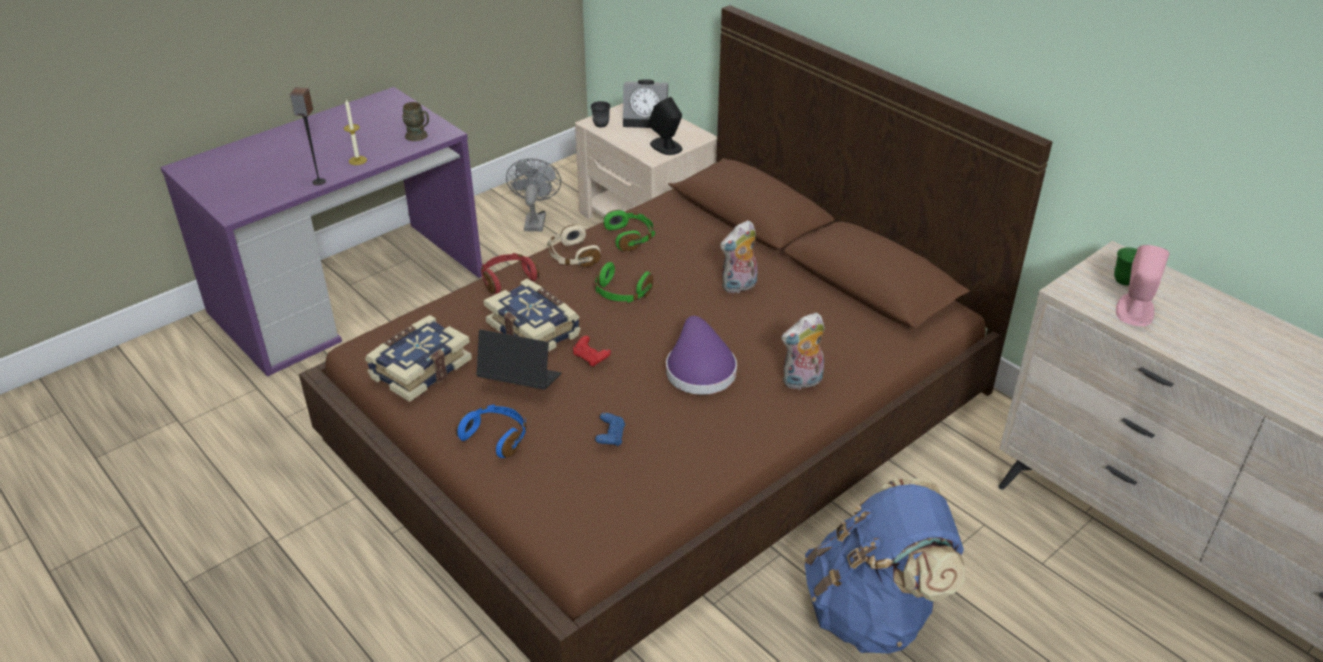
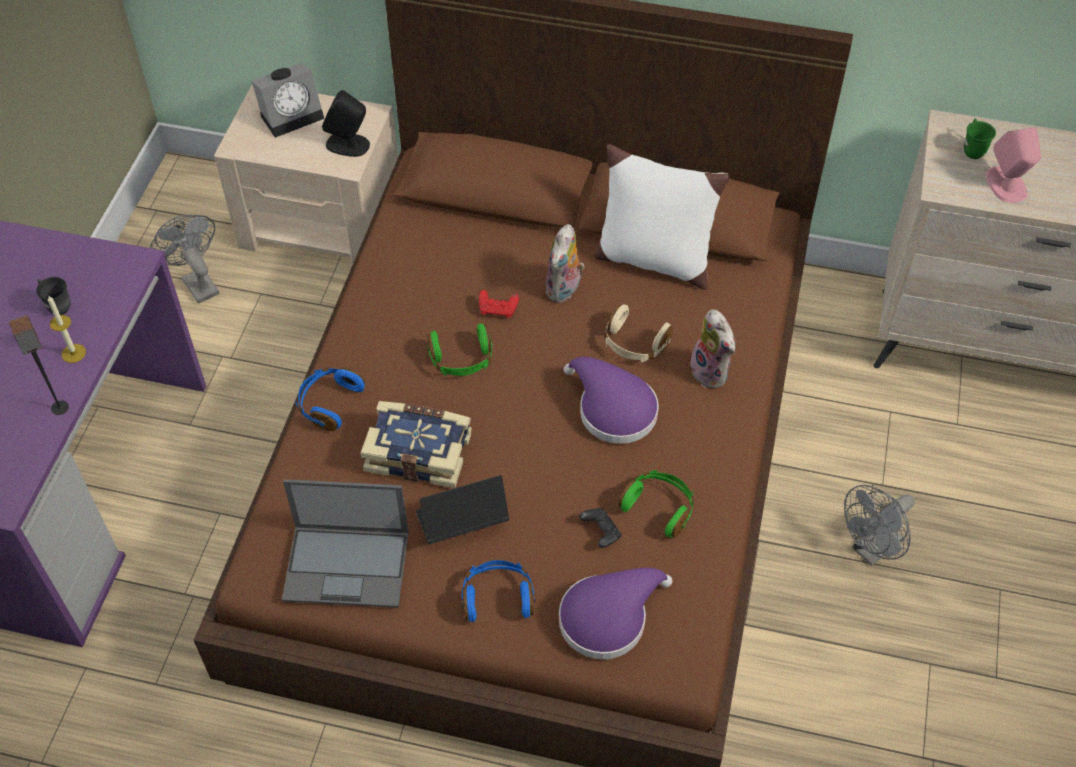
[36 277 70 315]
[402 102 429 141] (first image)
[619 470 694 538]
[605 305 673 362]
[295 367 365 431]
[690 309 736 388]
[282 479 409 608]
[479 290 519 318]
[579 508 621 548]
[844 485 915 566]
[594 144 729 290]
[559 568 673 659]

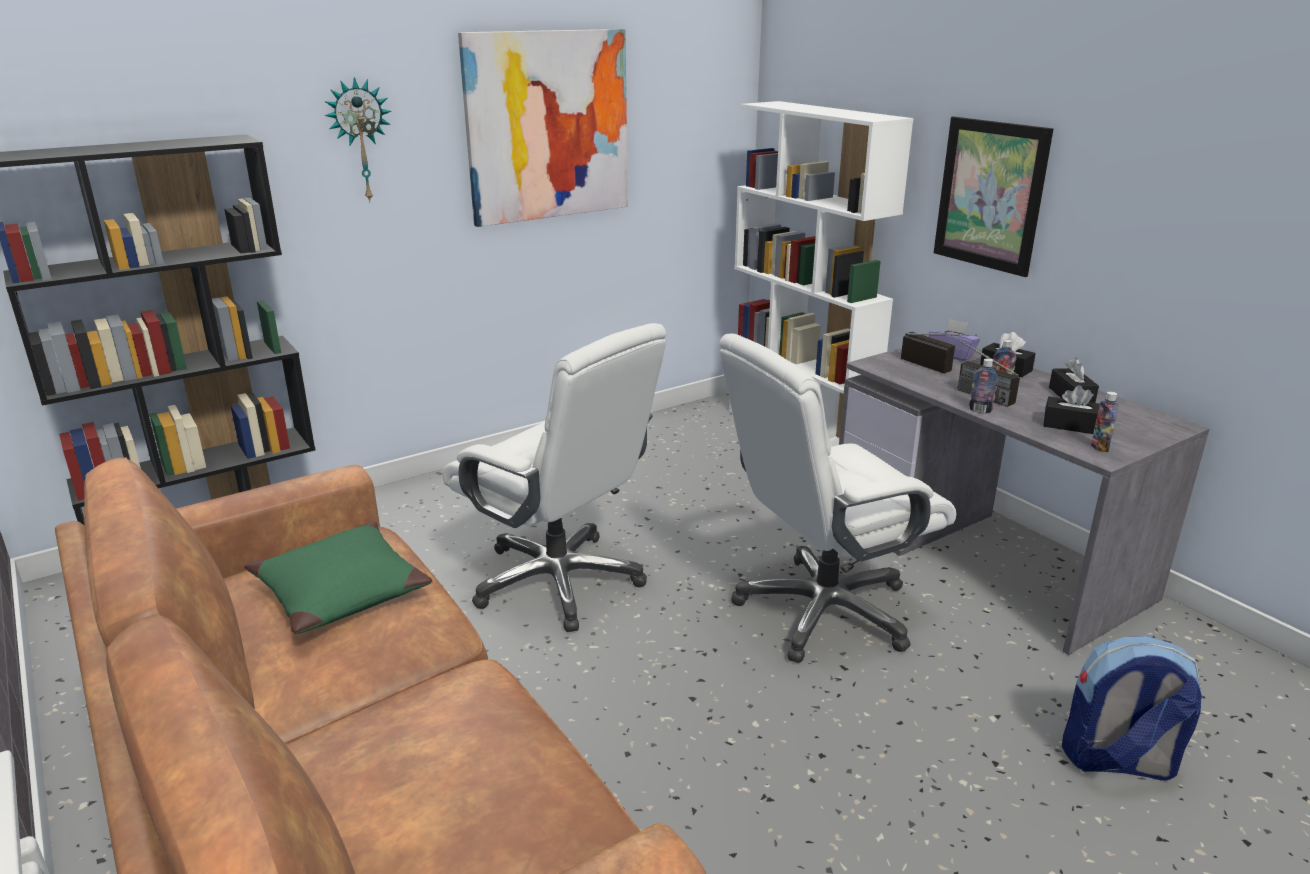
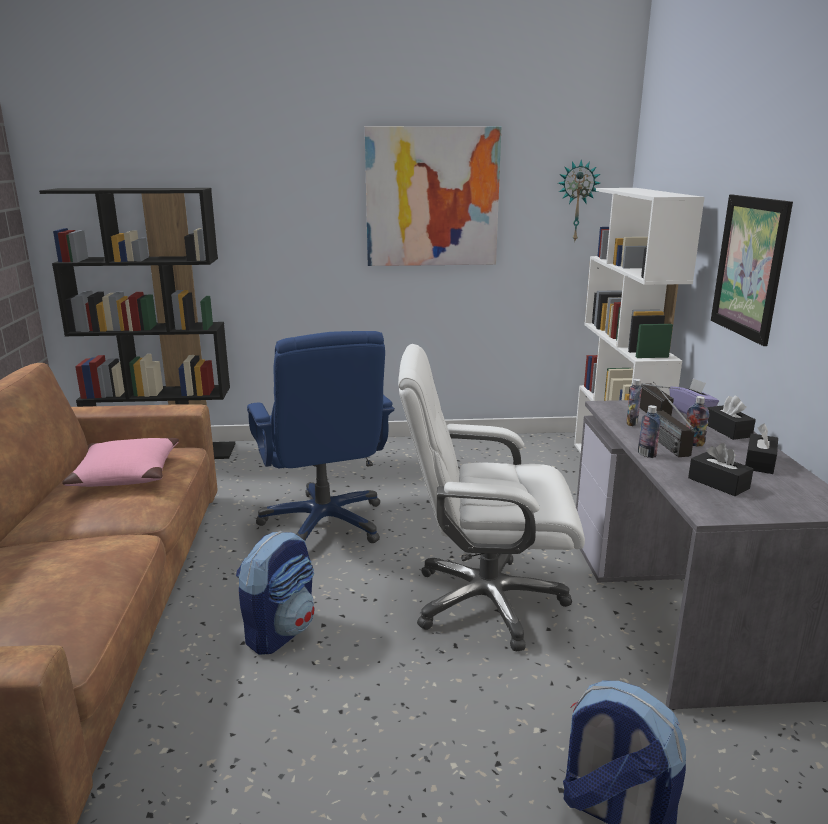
[558 159 600 243]
[247 331 395 543]
[626 379 642 426]
[62 438 179 487]
[236 531 314 655]

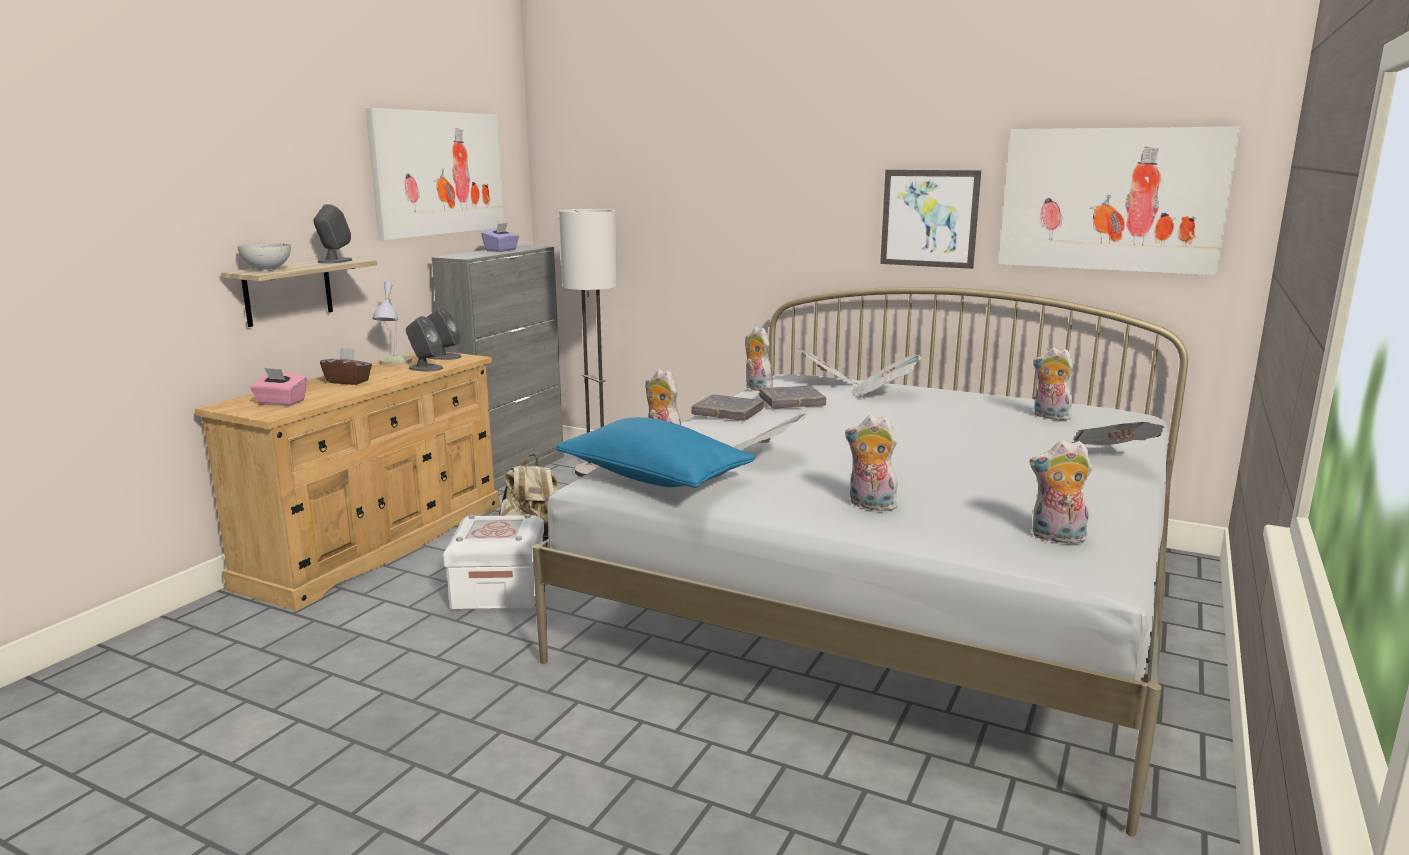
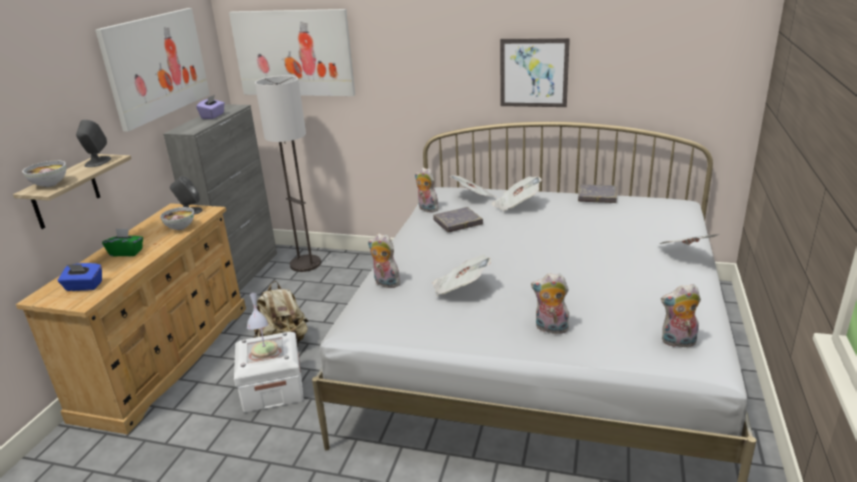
[229 9 355 96]
[247 293 278 358]
[160 207 194 230]
[102 229 143 256]
[1033 348 1074 421] (first image)
[58 263 102 291]
[578 184 617 203]
[556 417 756 488] (first image)

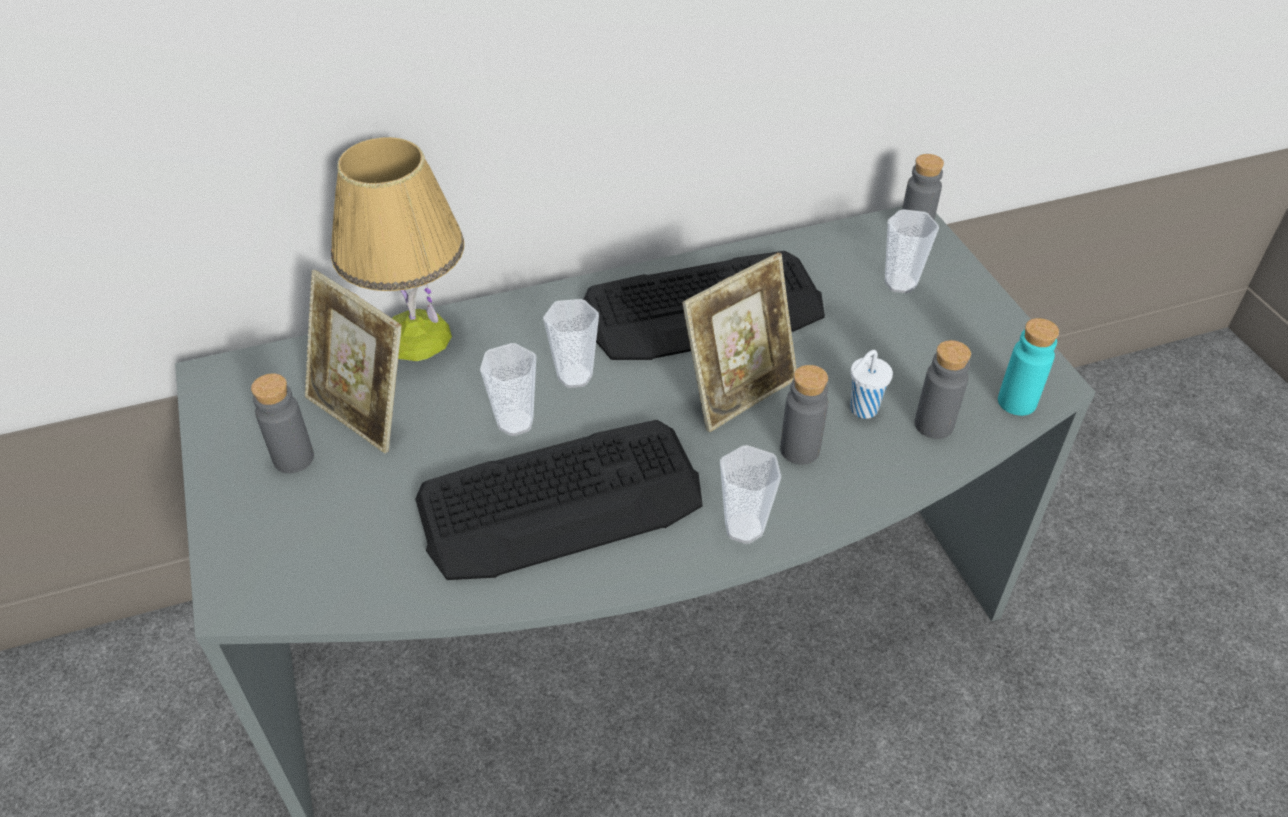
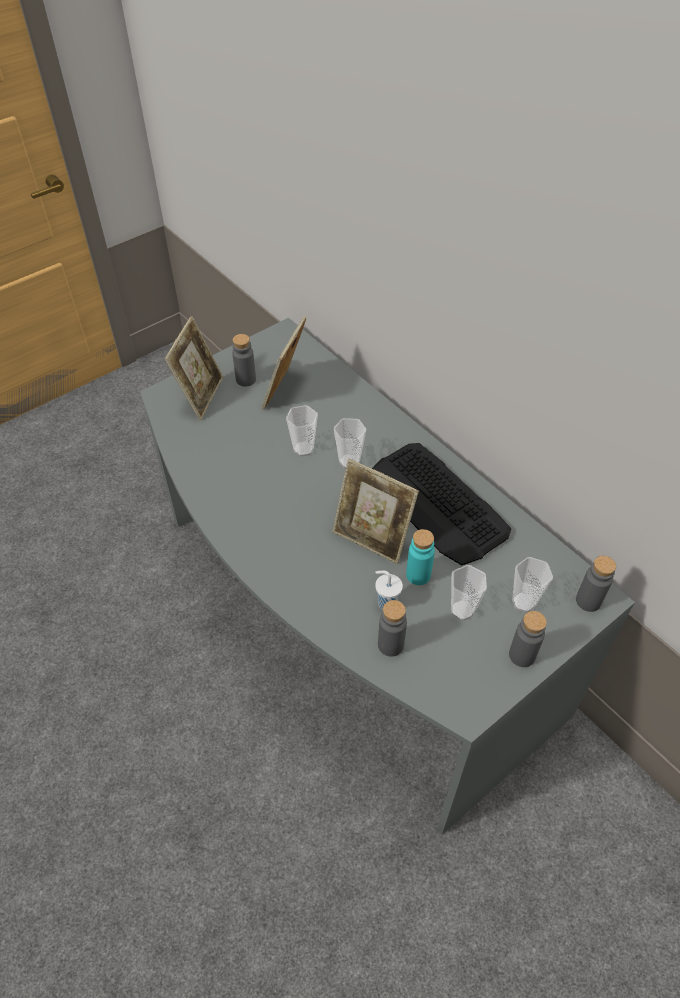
[331 137 464 361] (first image)
[406 529 435 585]
[509 611 547 667]
[415 420 703 580] (first image)
[451 565 487 621]
[164 316 223 420]

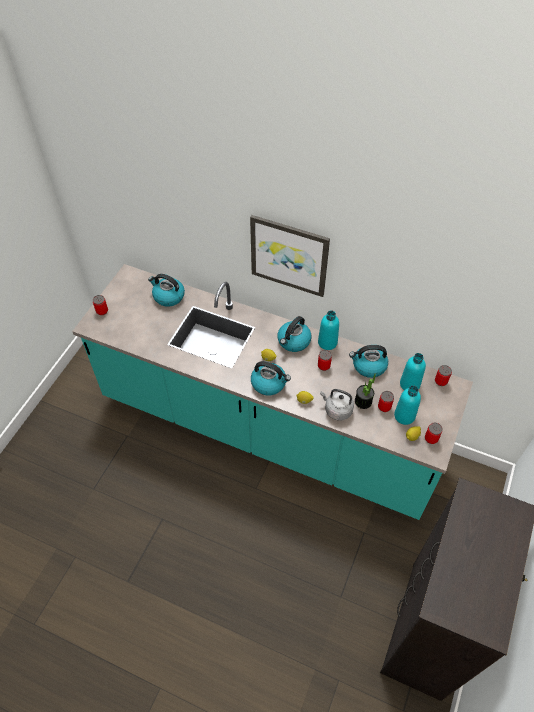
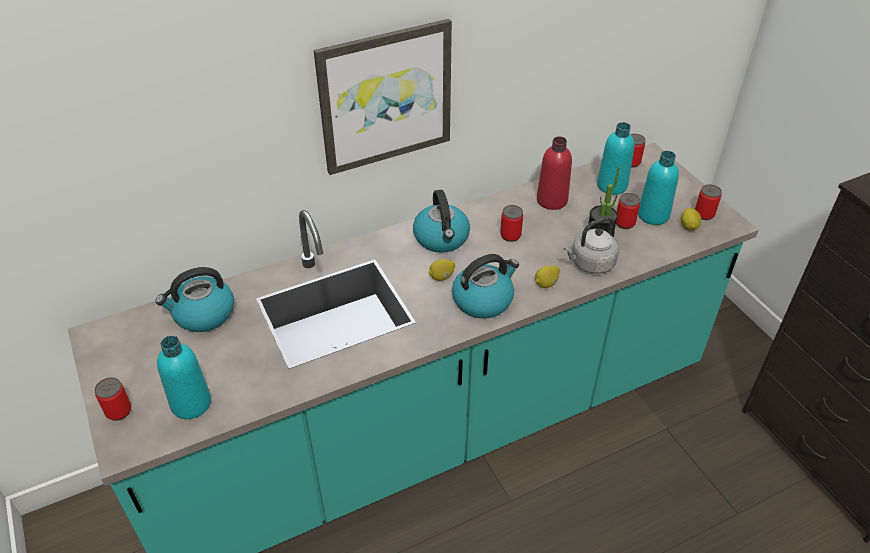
[157 336 211 419]
[537 136 572 210]

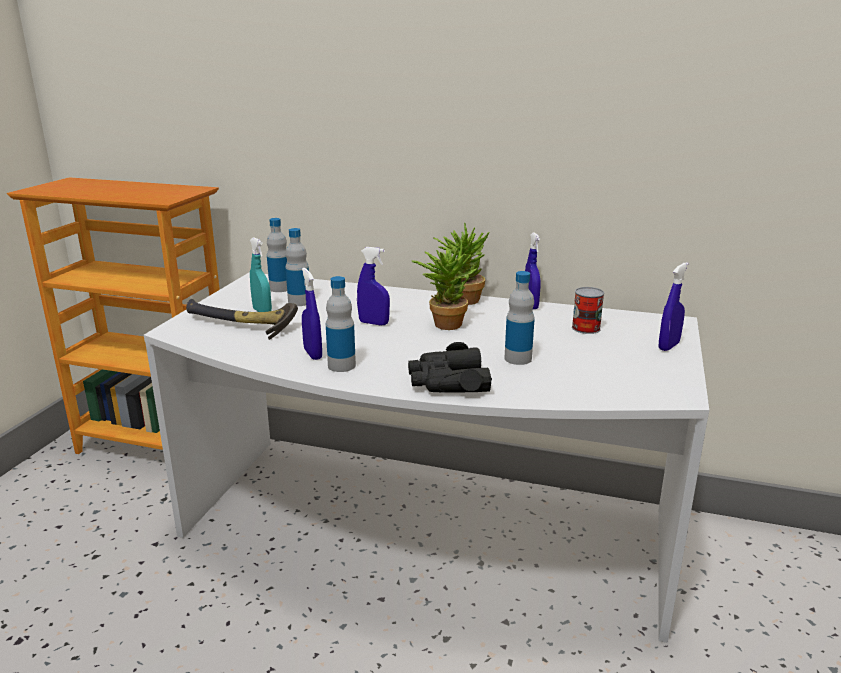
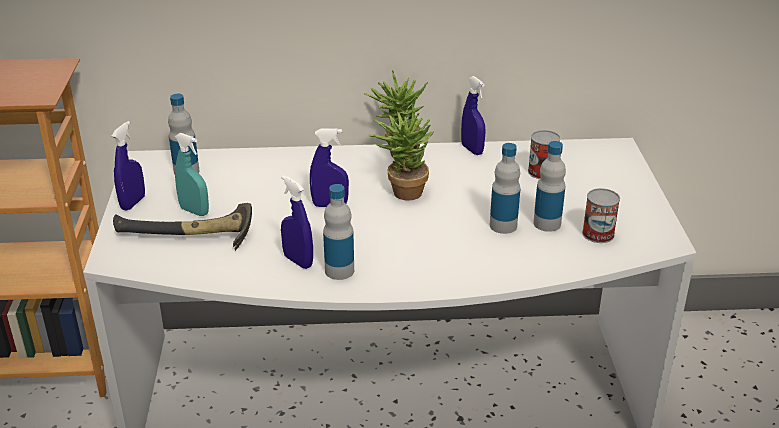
[533 141 566 232]
[112 121 145 211]
[408 342 492 393] (first image)
[582 188 620 243]

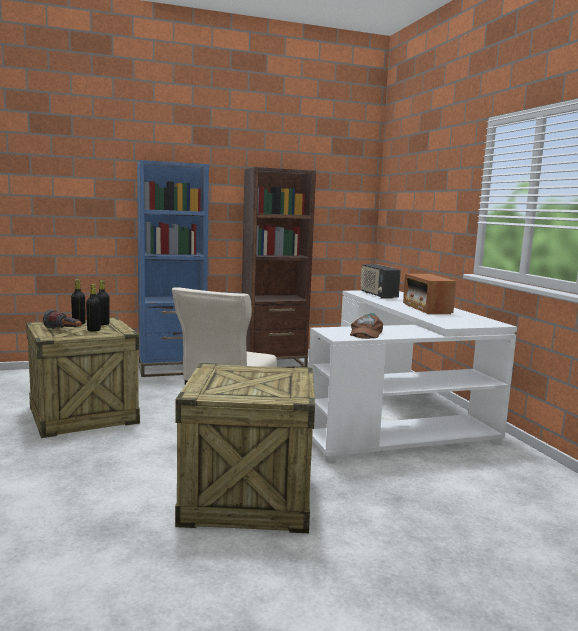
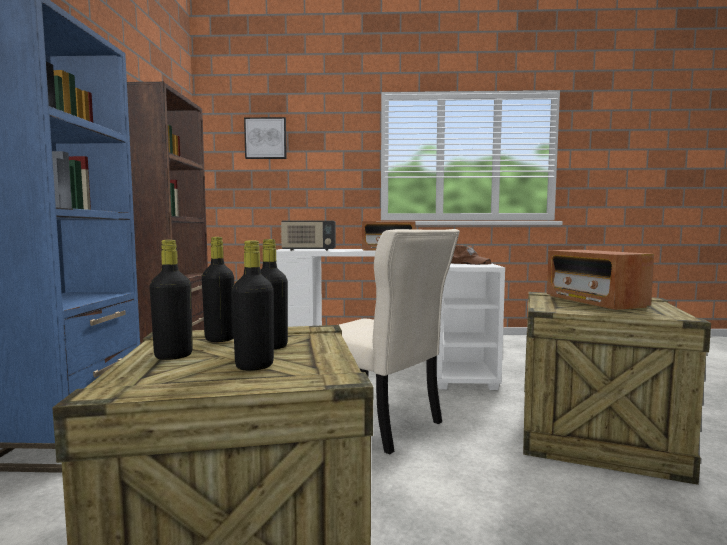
[232 240 274 371]
[244 117 287 159]
[547 250 654 310]

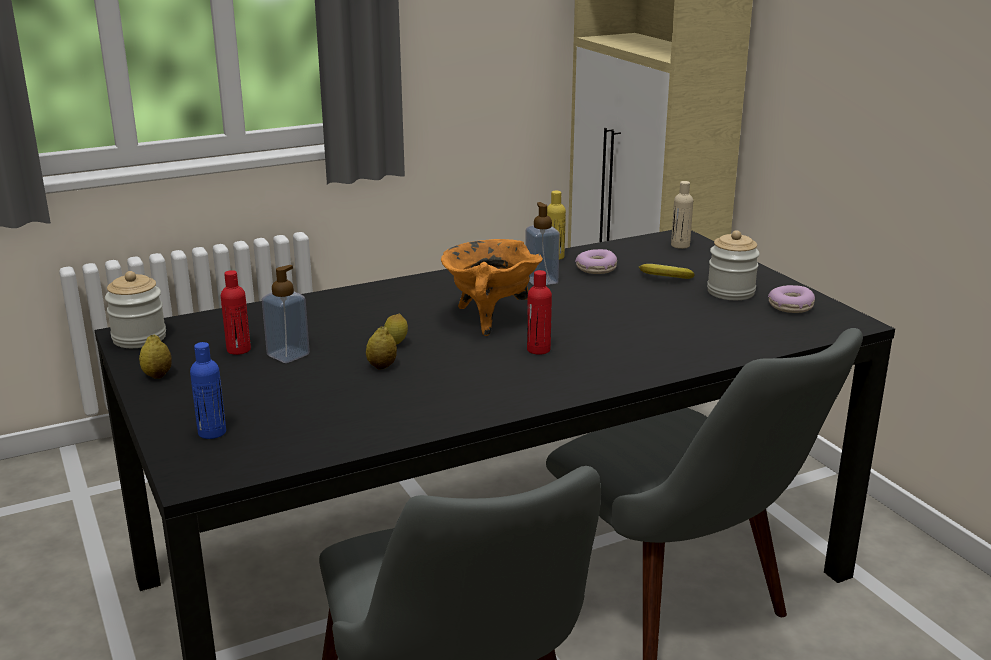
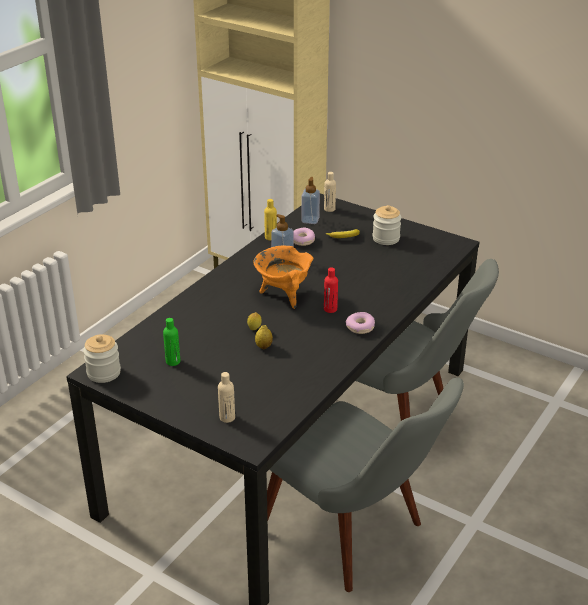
[301 177 320 224]
[163 318 180 366]
[346 312 375 334]
[139 335 172 379] (first image)
[218 372 235 423]

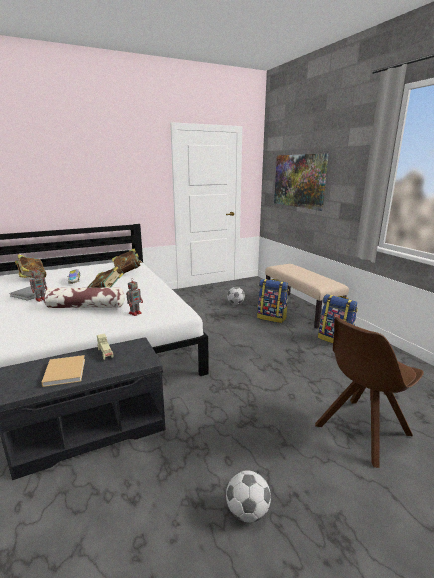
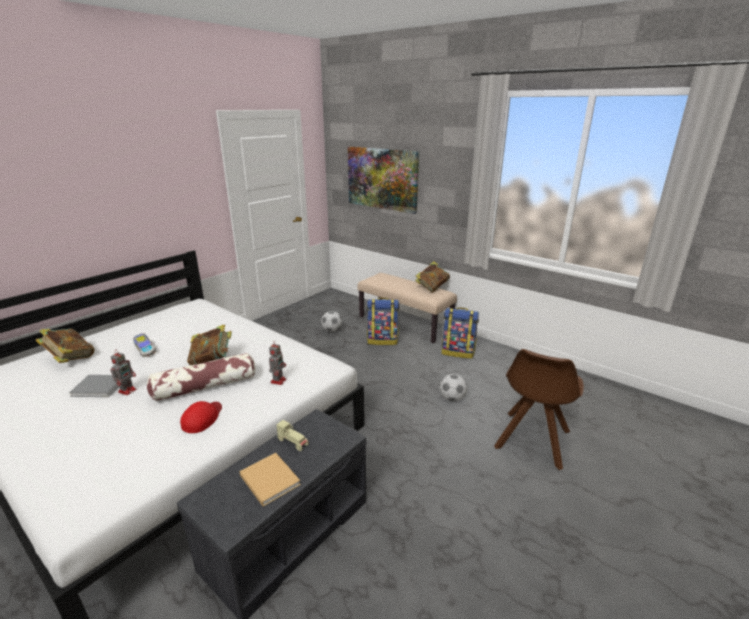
[415 261 450 292]
[440 374 467 402]
[180 401 222 433]

